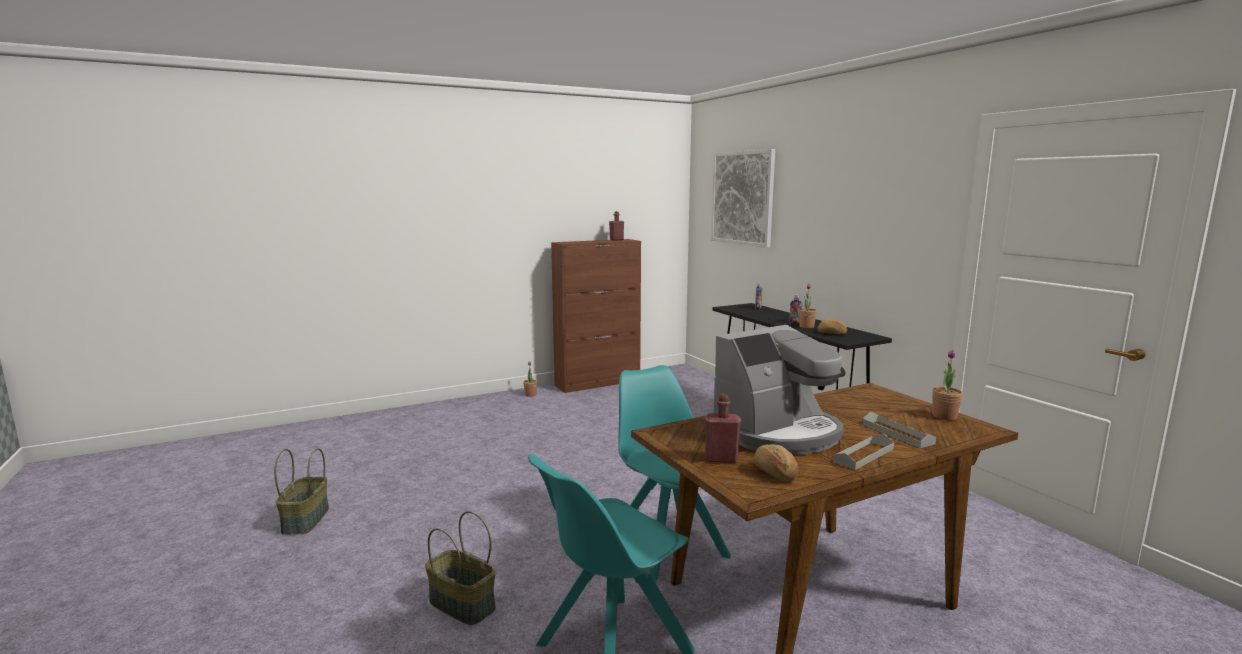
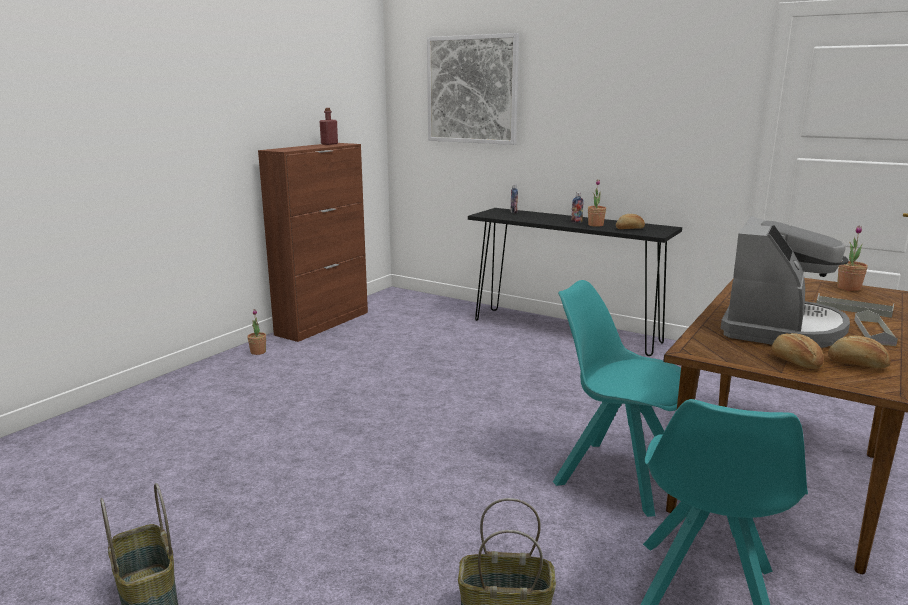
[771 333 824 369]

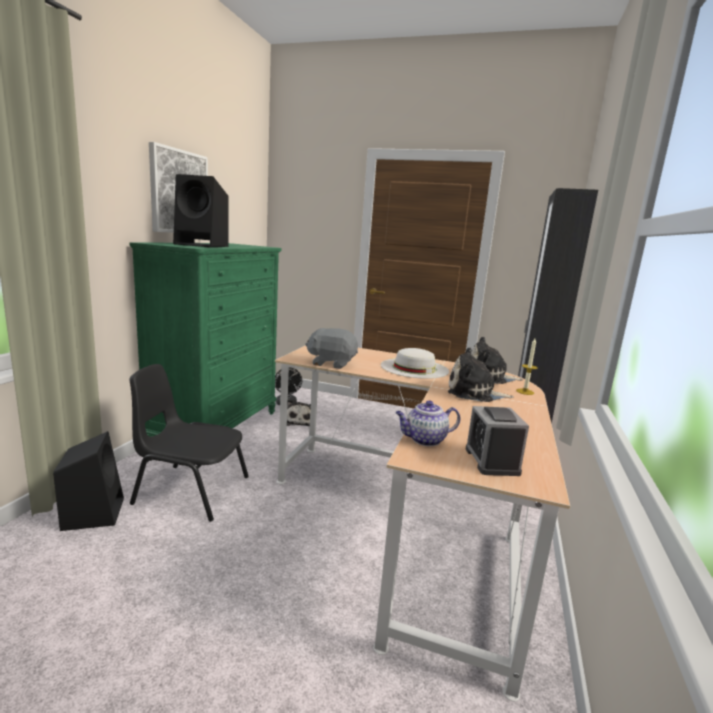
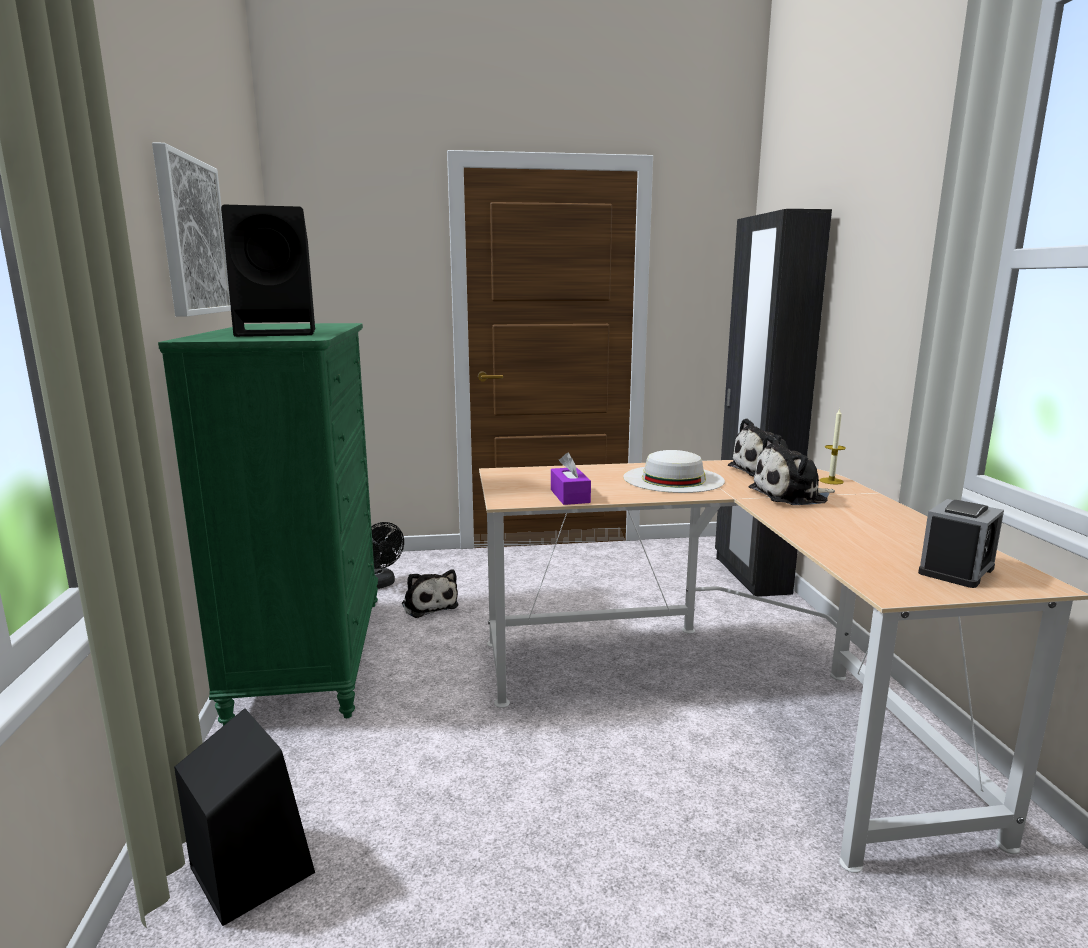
[551 453 591 505]
[129 364 249 522] (first image)
[395 401 460 446] (first image)
[918 499 1004 588]

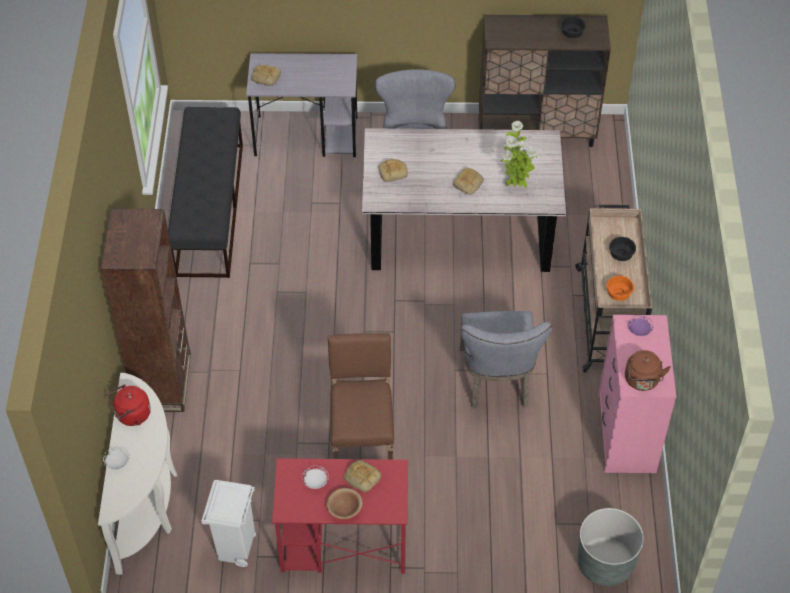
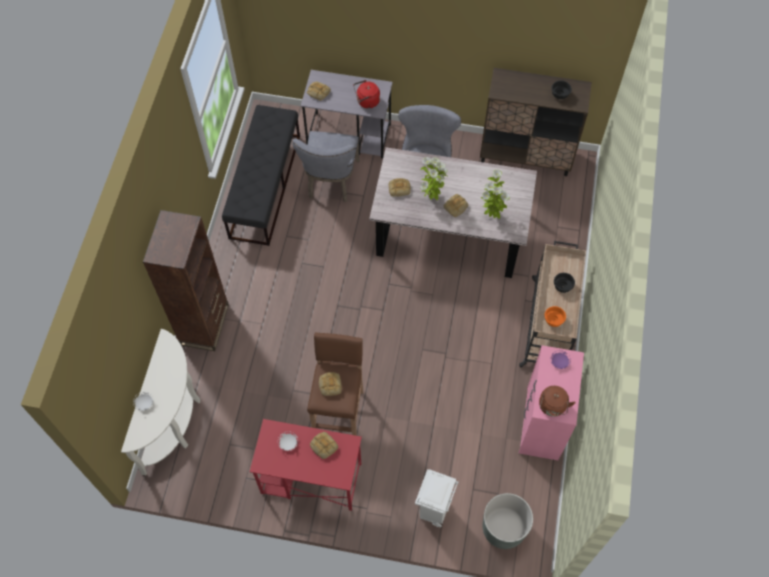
[292 131 360 202]
[353 80 380 109]
[415 469 459 527]
[327 488 362 519] (first image)
[420 157 448 201]
[319 372 342 396]

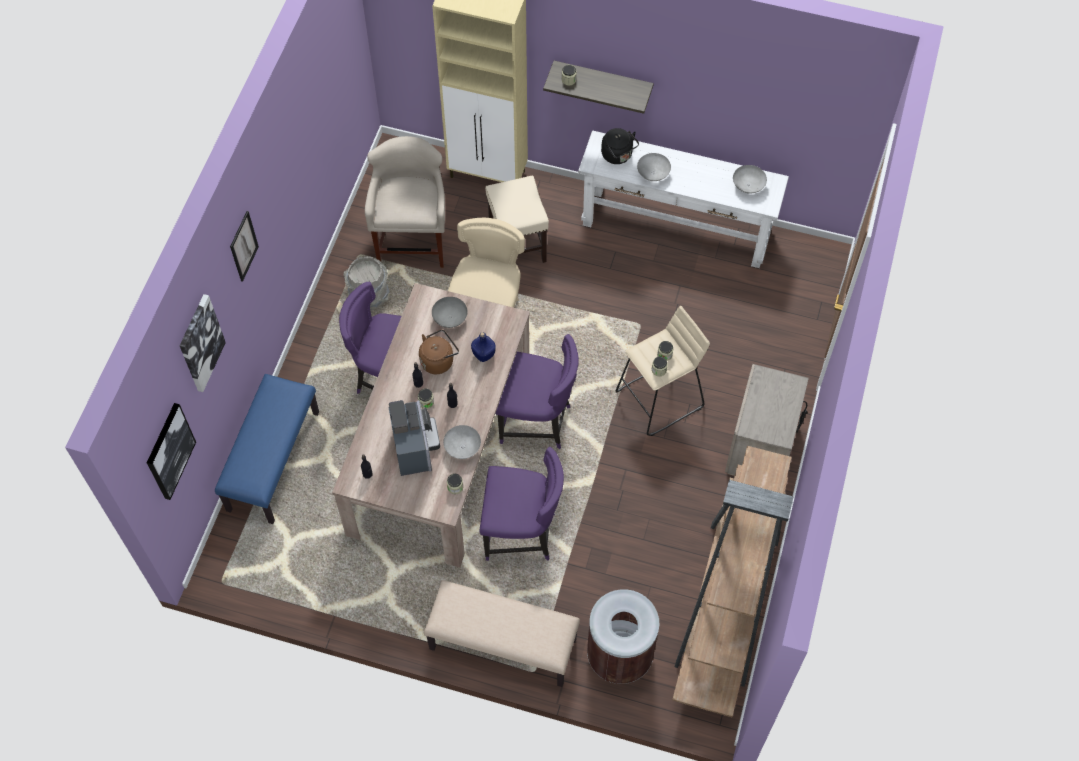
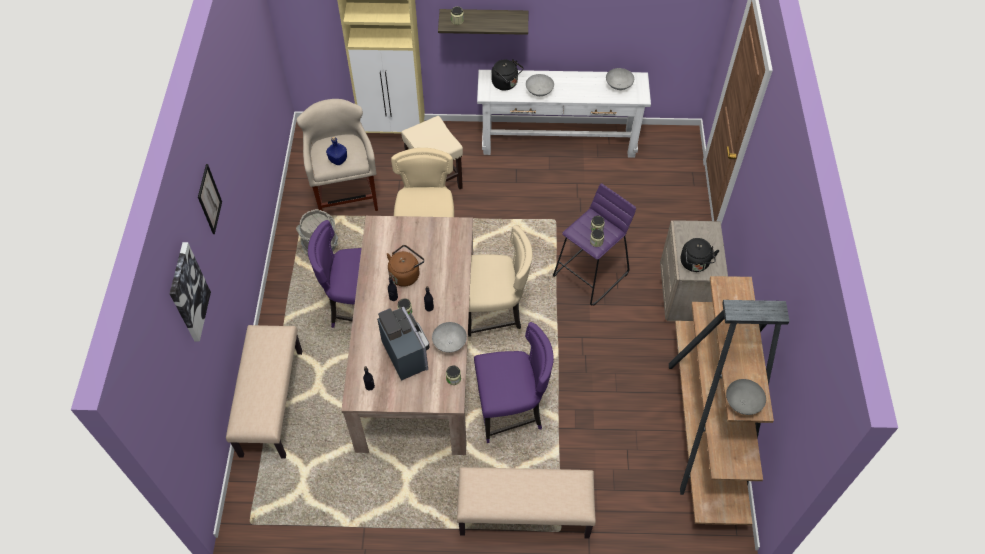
[726 379 766 415]
[553 183 636 306]
[326 136 347 165]
[468 225 533 341]
[226 325 302 459]
[147 403 196 500] (first image)
[587 589 659 684] (first image)
[681 238 719 272]

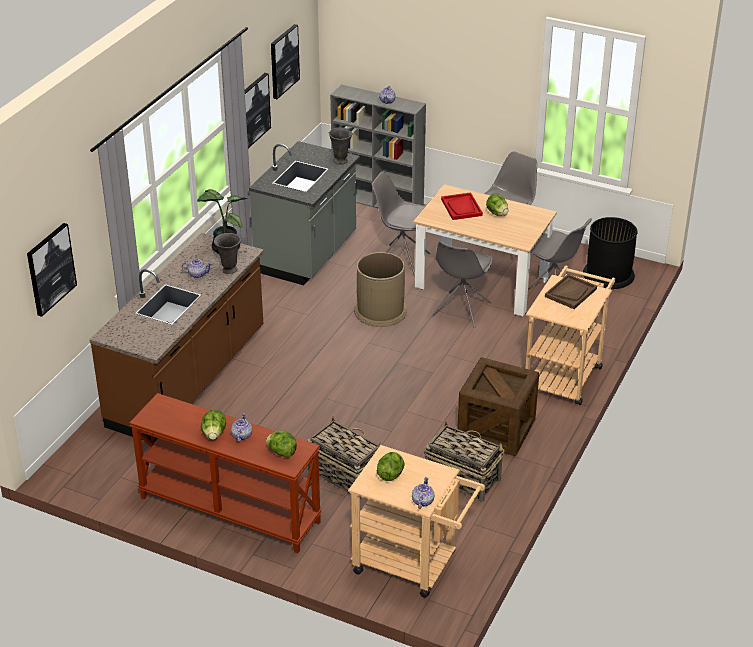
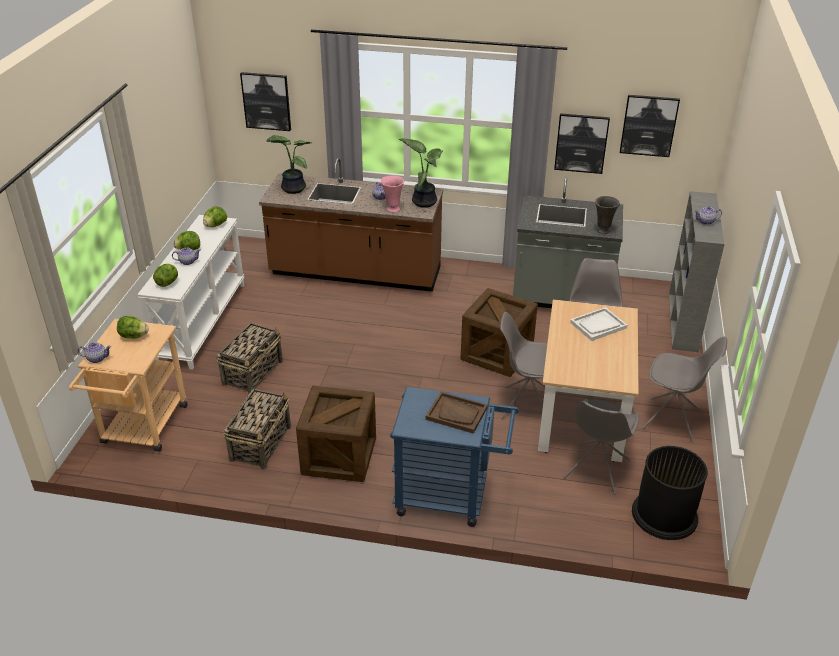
[570 307 627 341]
[203 206 227 227]
[381 176 404 212]
[461 288 538 377]
[390 387 519 527]
[137 215 245 370]
[266 135 311 194]

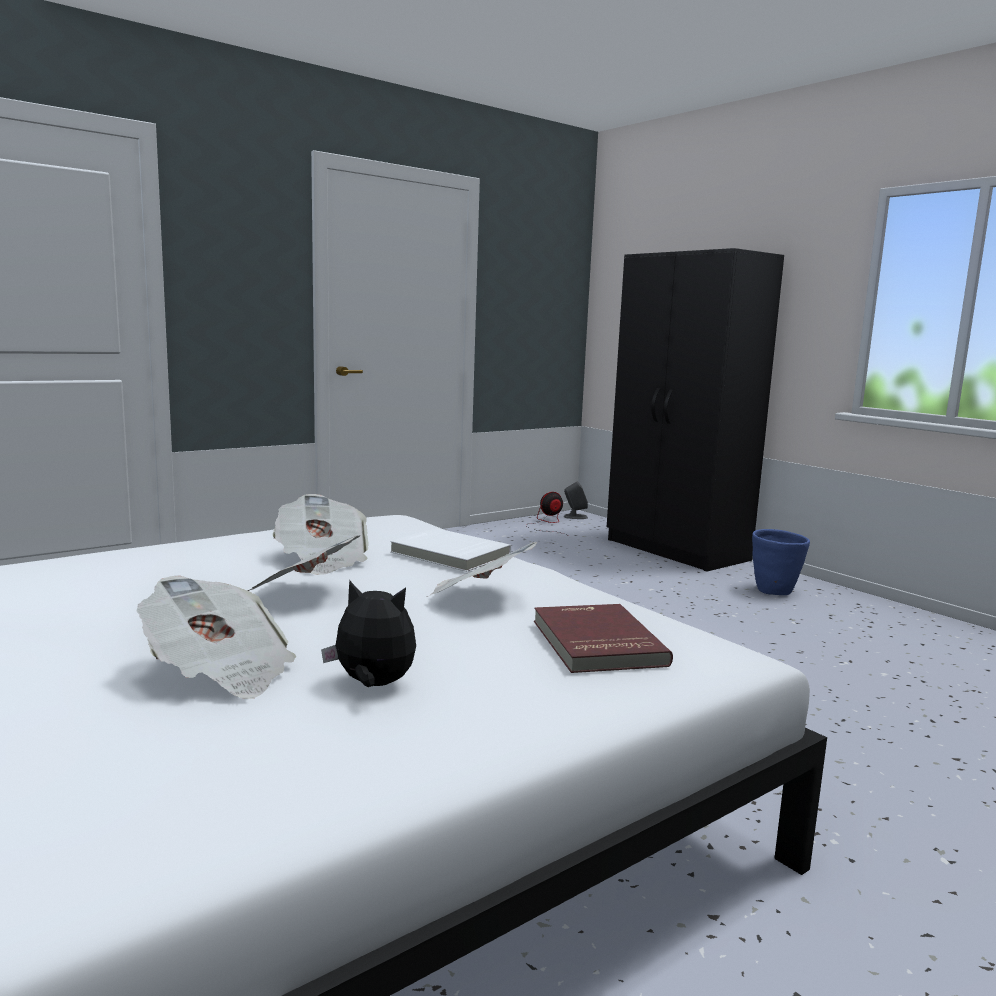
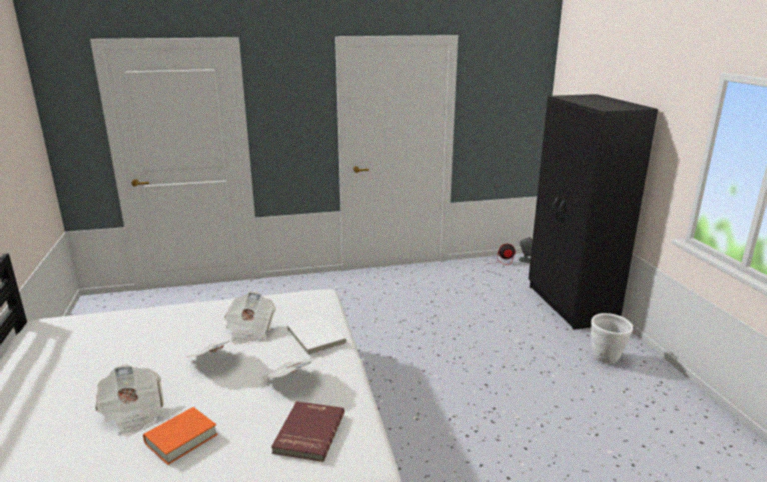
[591 313 633 364]
[143 407 218 465]

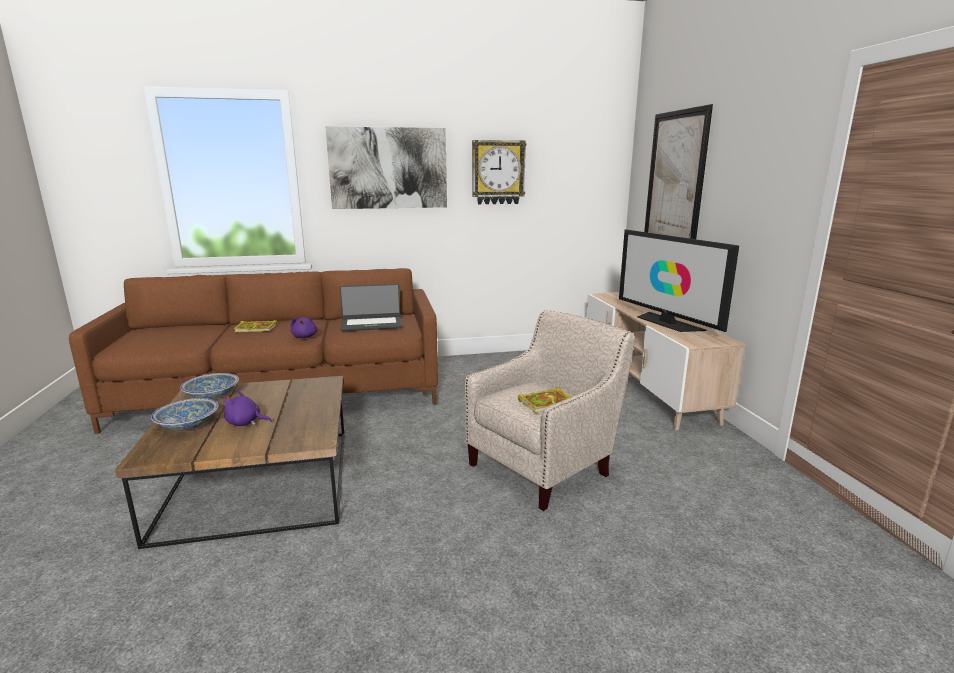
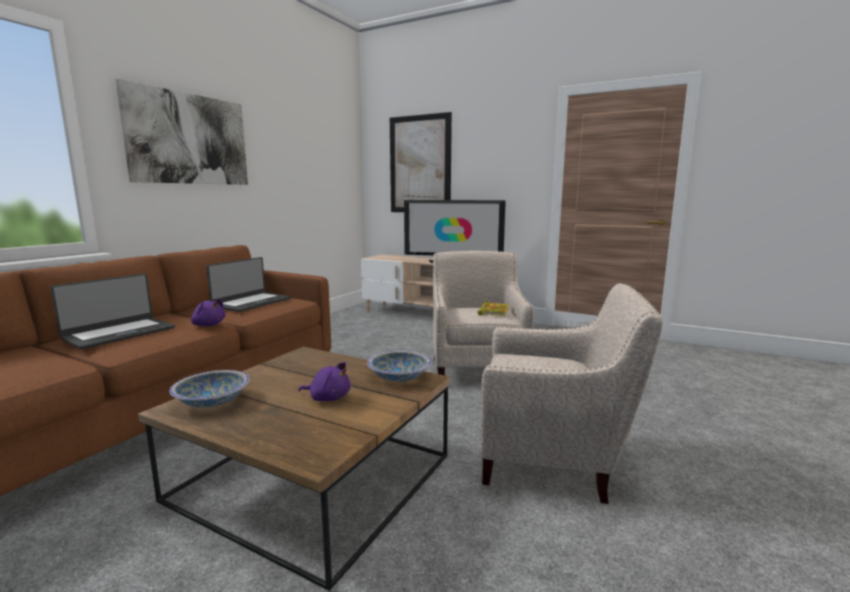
[472 140 527 204] (first image)
[50 274 175 349]
[298 362 351 401]
[367 351 431 382]
[480 283 663 504]

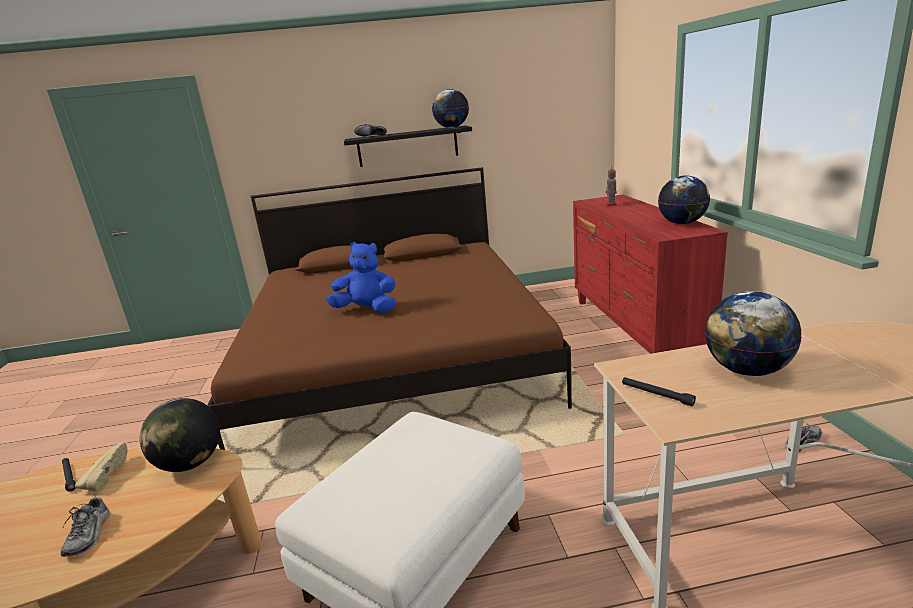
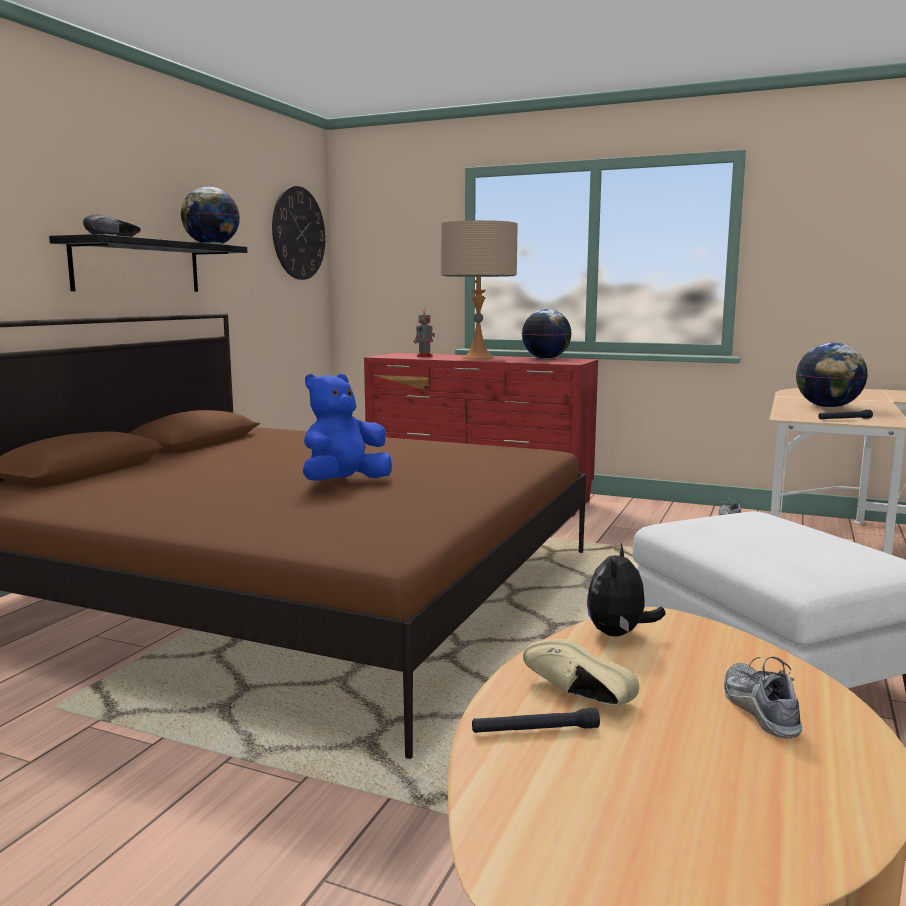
[587 544 666 636]
[724 657 802 738]
[272 186 325 280]
[441 220 518 359]

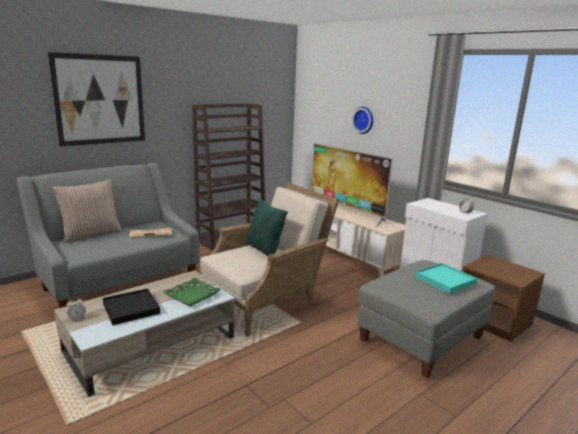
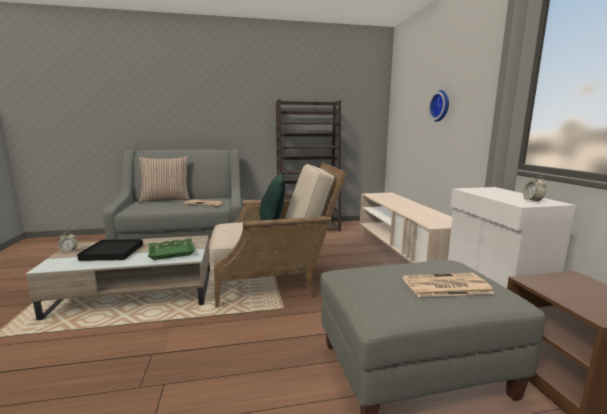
[48 52 145 147] (first image)
[311 143 393 227] (first image)
[402 273 495 297]

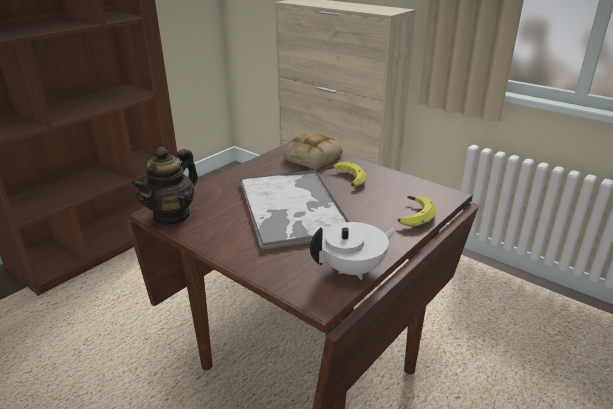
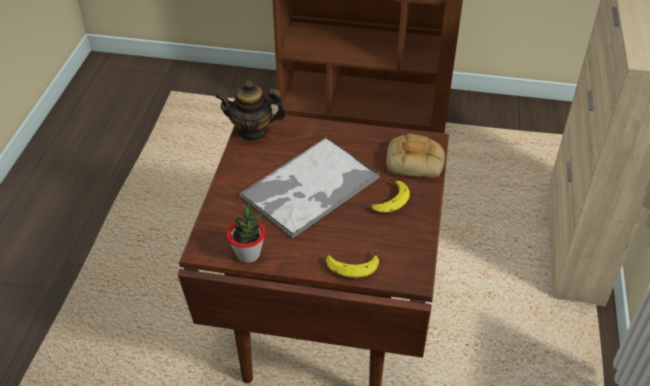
[227 201 265 263]

